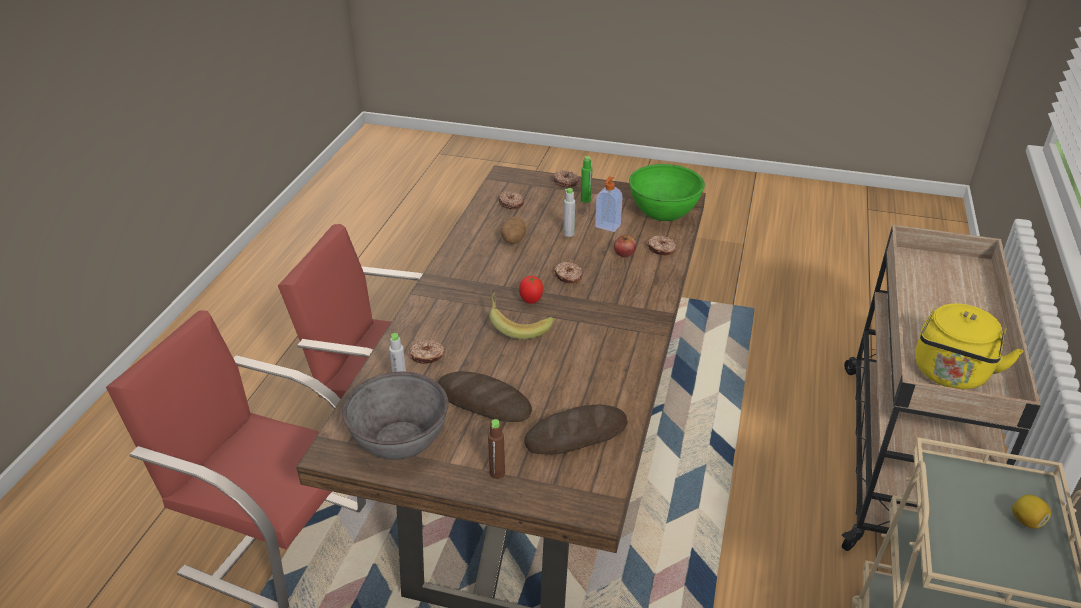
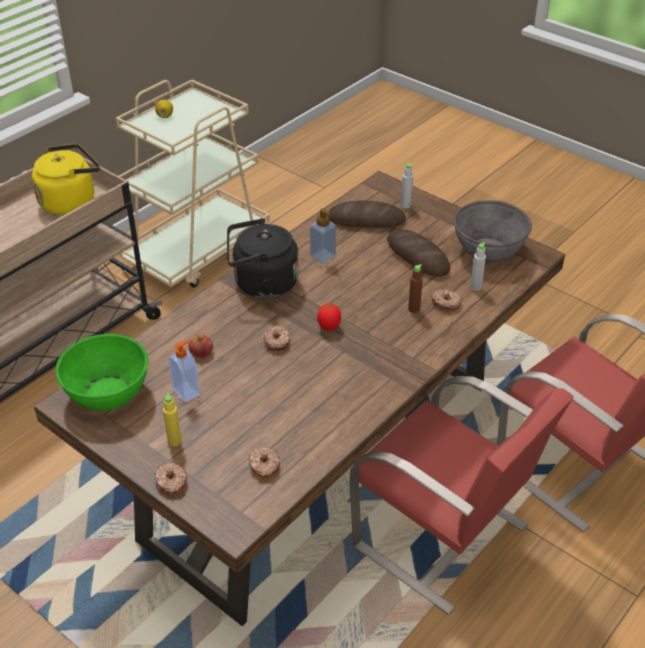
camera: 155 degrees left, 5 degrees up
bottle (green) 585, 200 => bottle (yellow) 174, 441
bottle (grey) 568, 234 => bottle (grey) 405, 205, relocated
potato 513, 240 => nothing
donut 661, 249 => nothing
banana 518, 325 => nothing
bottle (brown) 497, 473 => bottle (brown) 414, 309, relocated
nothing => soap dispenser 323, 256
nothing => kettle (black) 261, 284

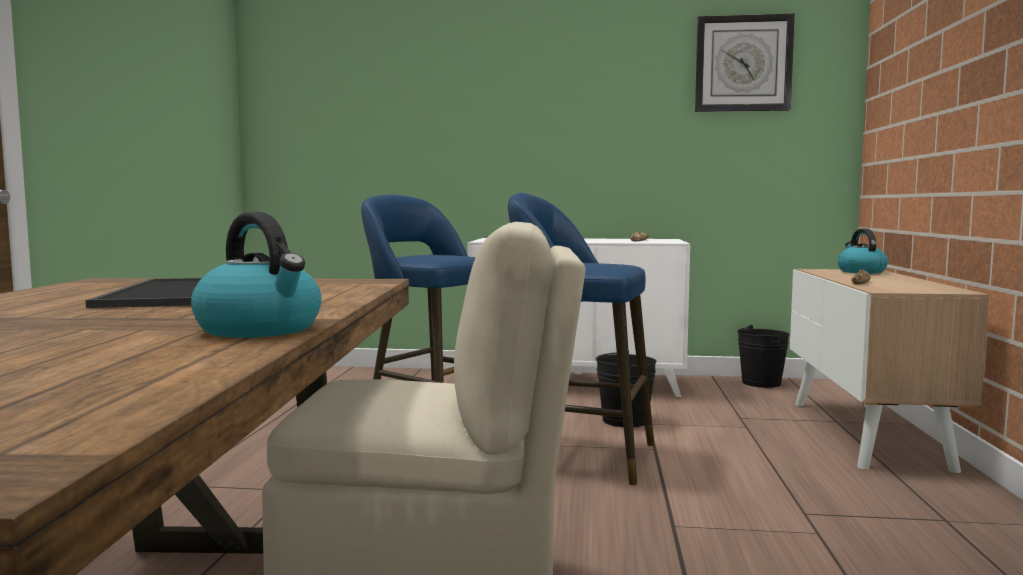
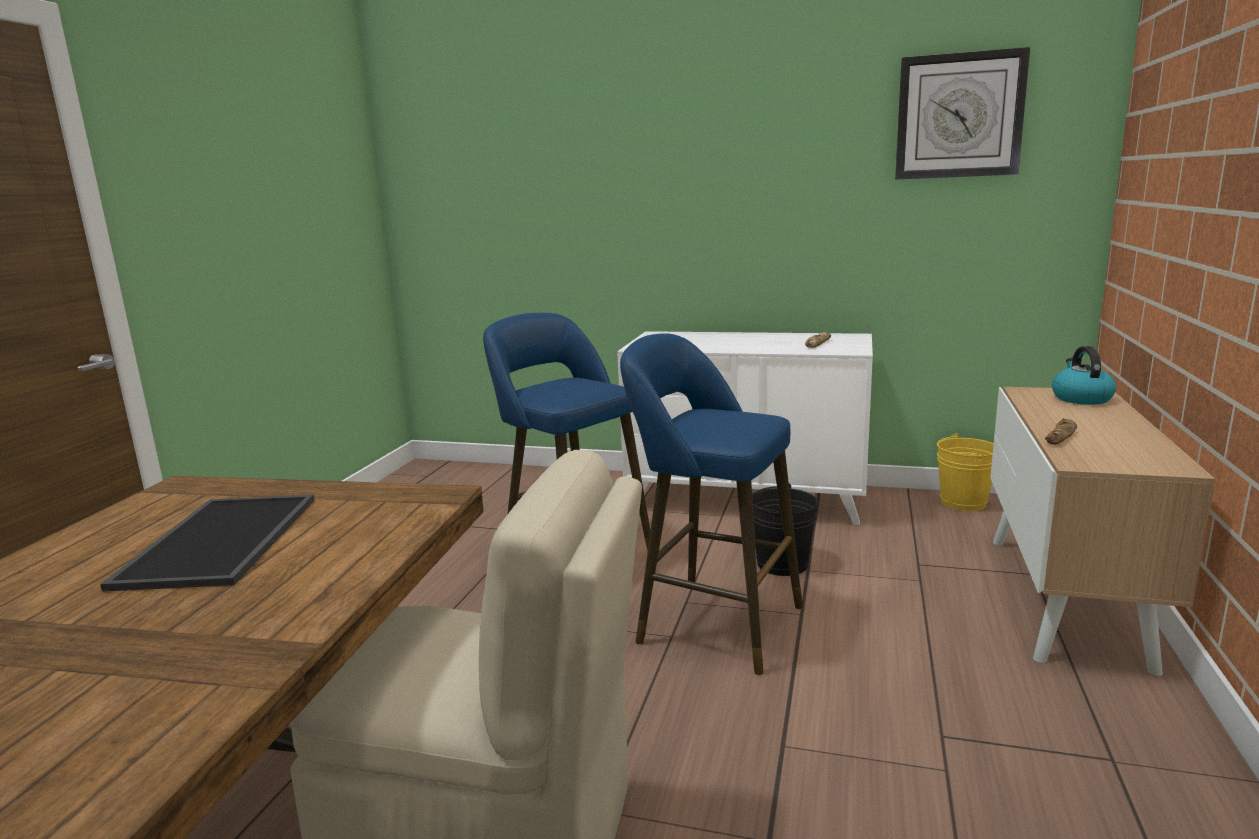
camera: 10 degrees right, 10 degrees up
kettle 261, 329 => nothing
bucket (black) 761, 383 => bucket (yellow) 963, 502

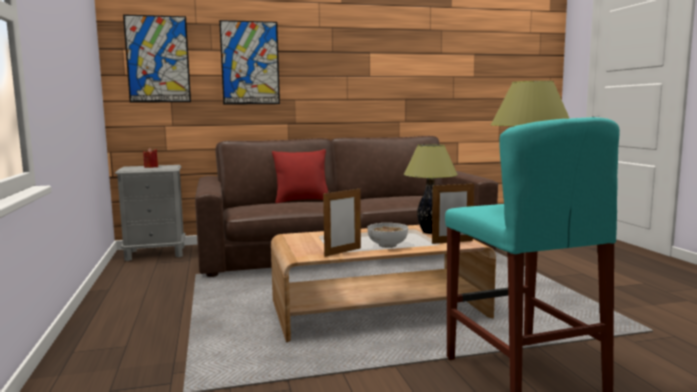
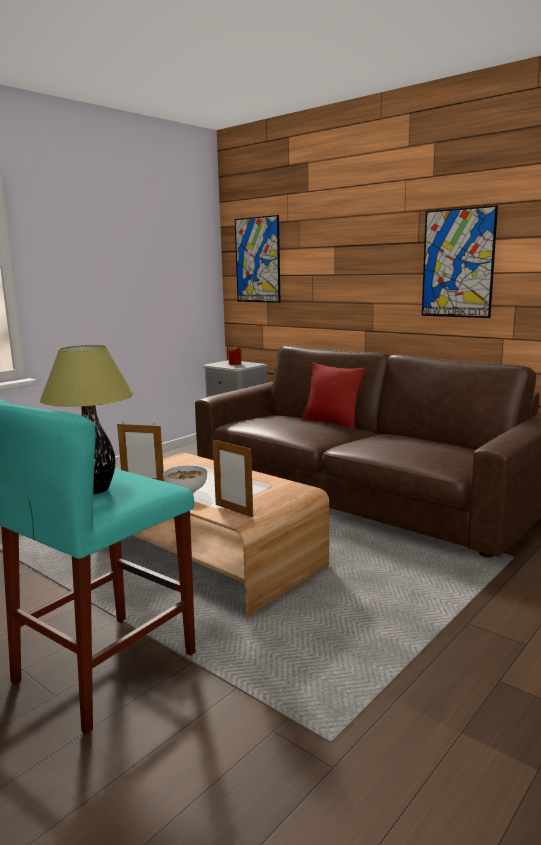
camera: 55 degrees right, 5 degrees up
picture 250, 63 => picture 457, 263, relocated
table lamp 429, 232 => nothing

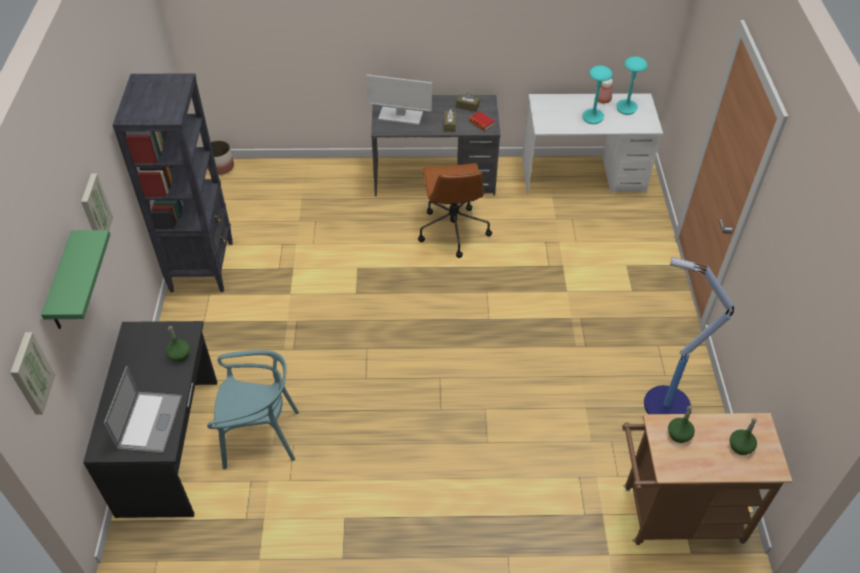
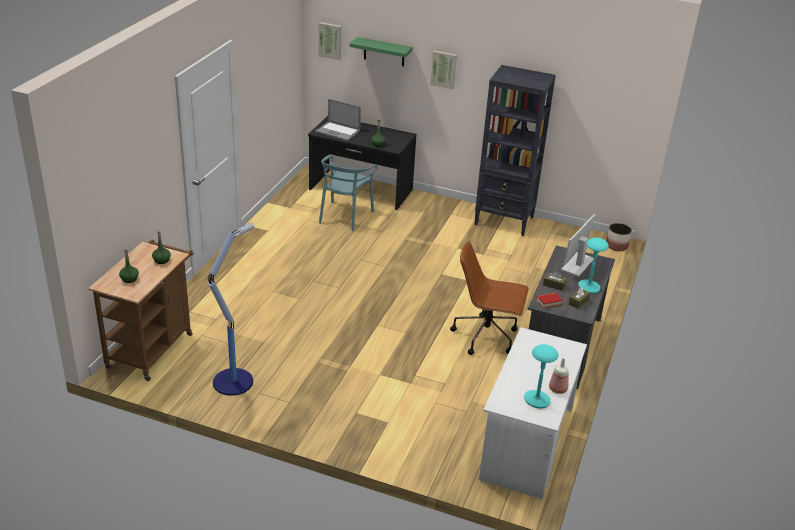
camera: 110 degrees right, 15 degrees down
table lamp (turquoise) 593, 117 => table lamp (turquoise) 588, 287, relocated

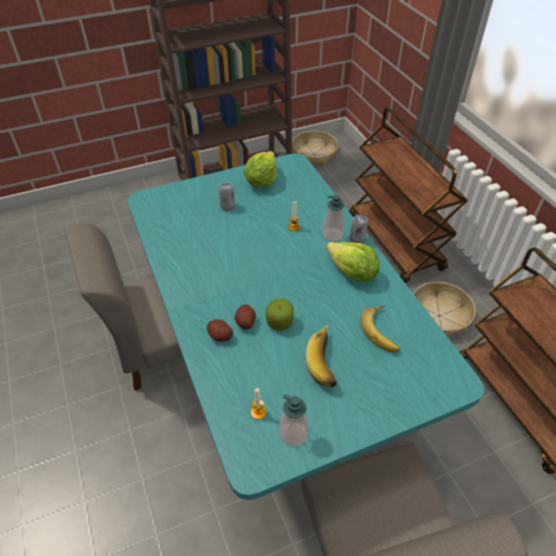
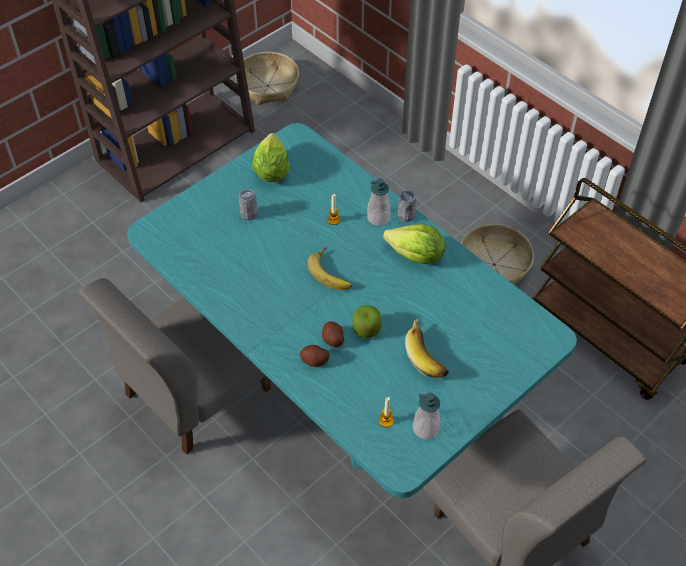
camera: 20 degrees left, 5 degrees up
cart (brown) 395, 242 => nothing
banana 383, 331 => banana 332, 272, relocated

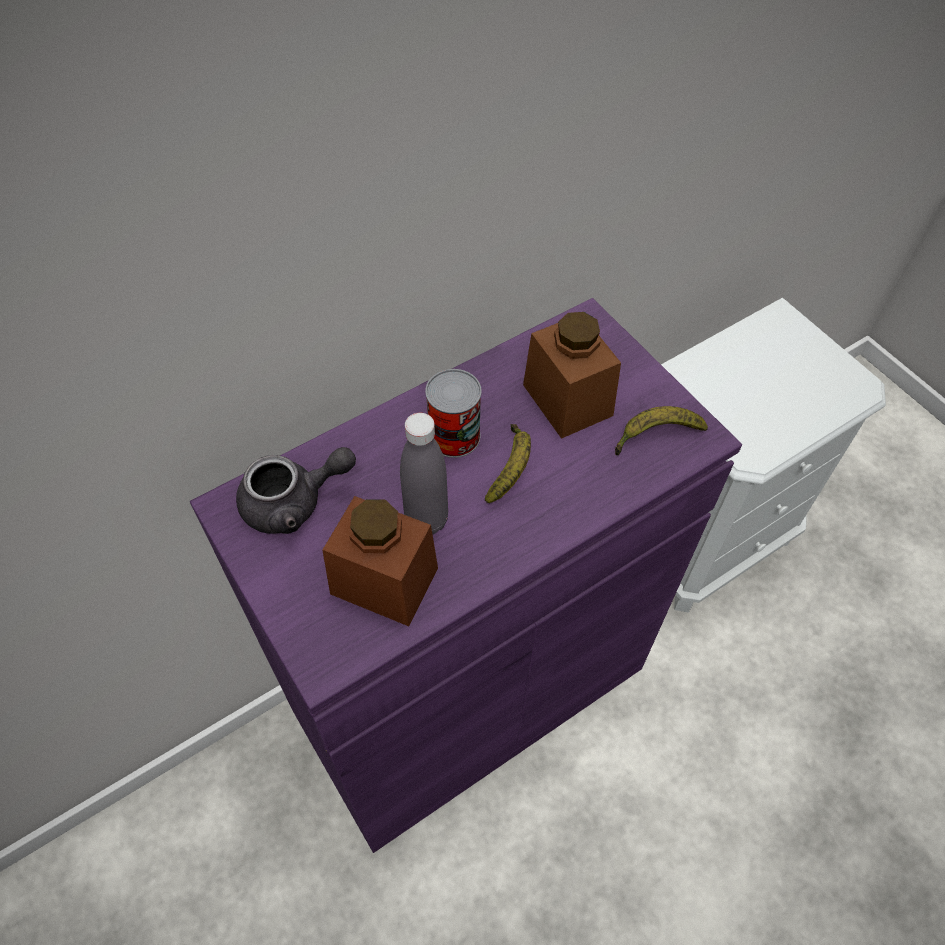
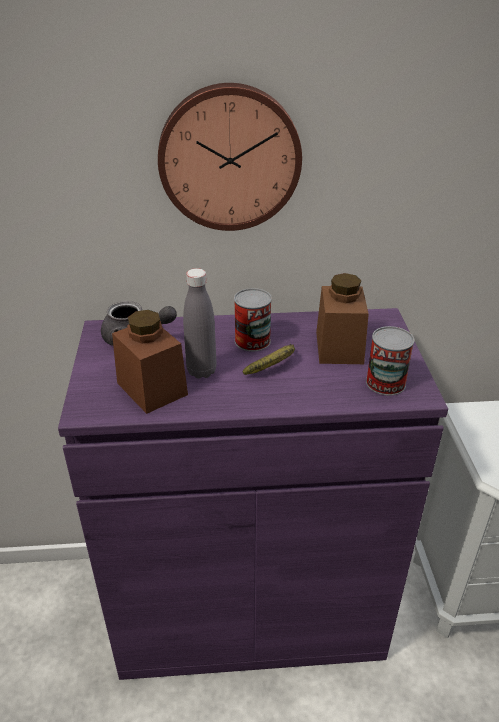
camera: 30 degrees right, 20 degrees down
banana 655, 436 => can 385, 383
nothing => wall clock 229, 157

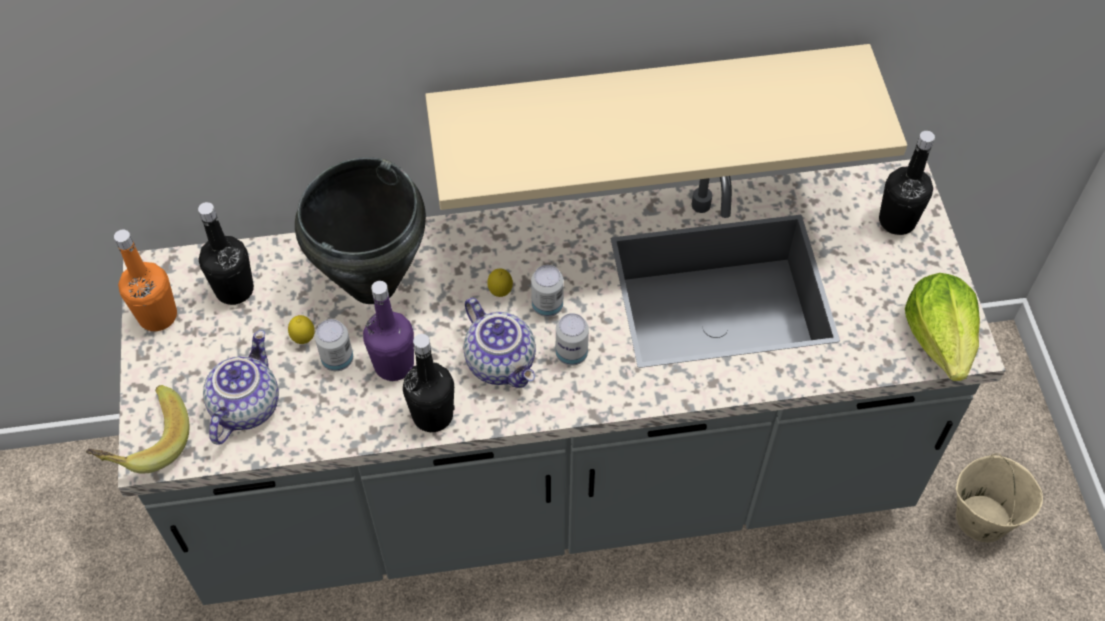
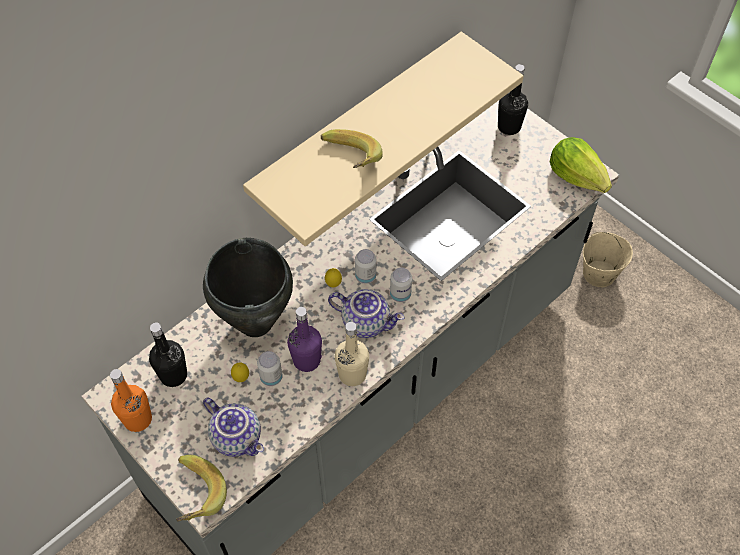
camera: 35 degrees left, 0 degrees up
teapot 245, 405 => teapot 238, 437, 150 degrees clockwise
bottle (black) 432, 415 => bottle (beige) 352, 374
nothing => banana 349, 162

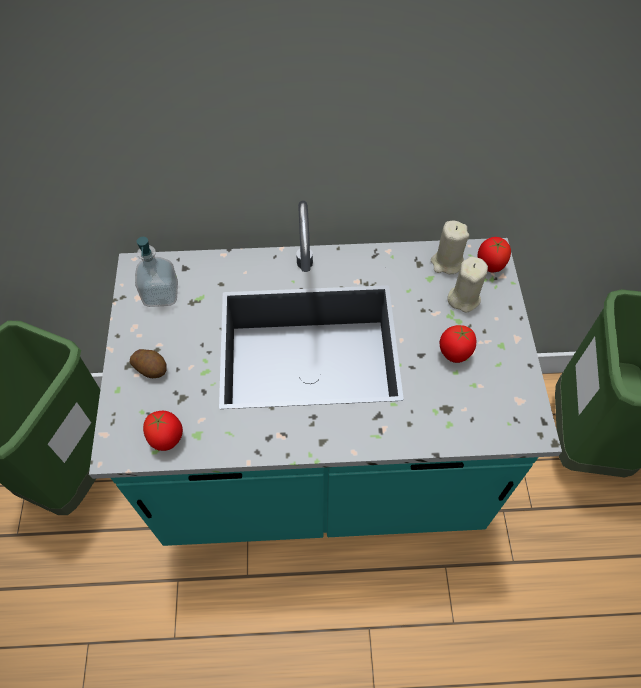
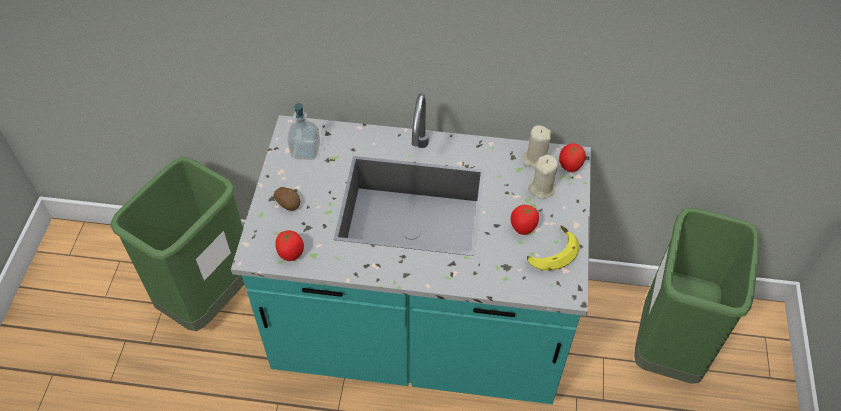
camera: 10 degrees right, 5 degrees down
nothing => banana 550, 252

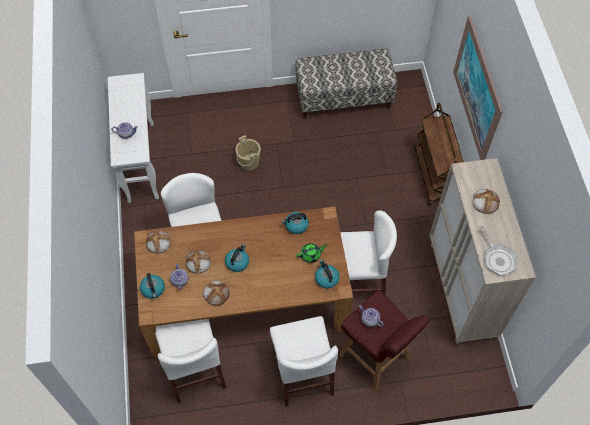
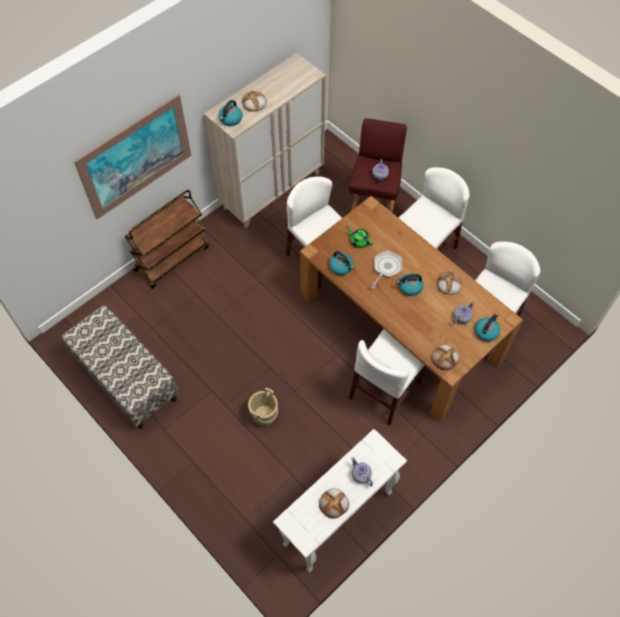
camera: 125 degrees left, 0 degrees up
frying pan 498, 259 => frying pan 386, 268, relocated
bread 198, 263 => bread 334, 503, relocated
kettle 326, 278 => kettle 230, 119, relocated

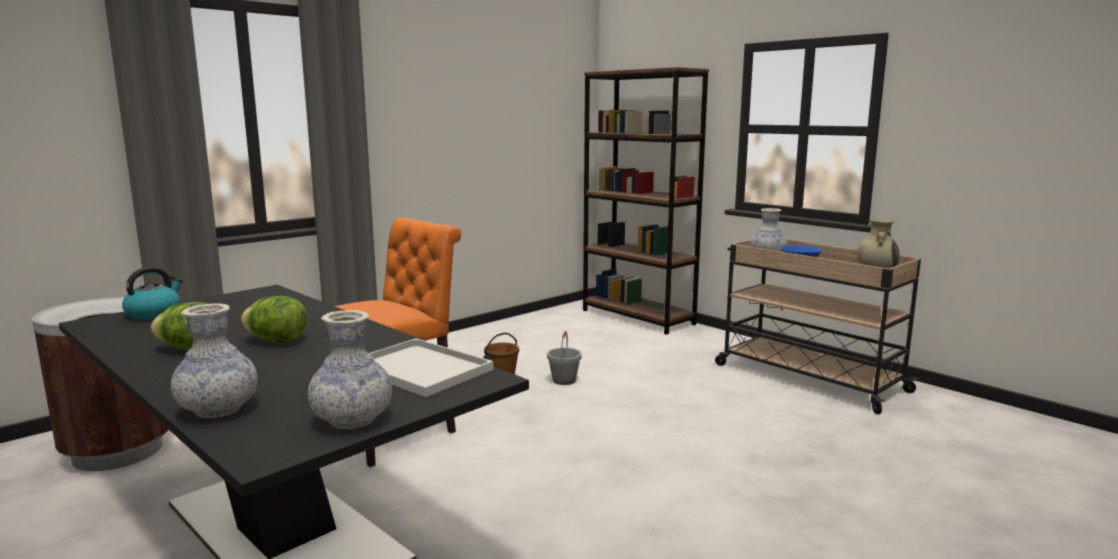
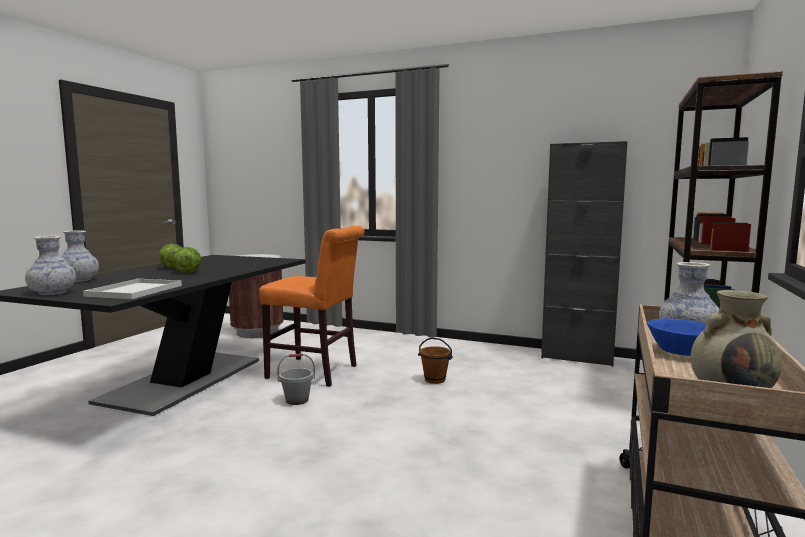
camera: 65 degrees right, 5 degrees down
kettle 154, 314 => nothing
bucket (grey) 564, 380 => bucket (grey) 297, 400, relocated
nothing => cabinet (black) 577, 357

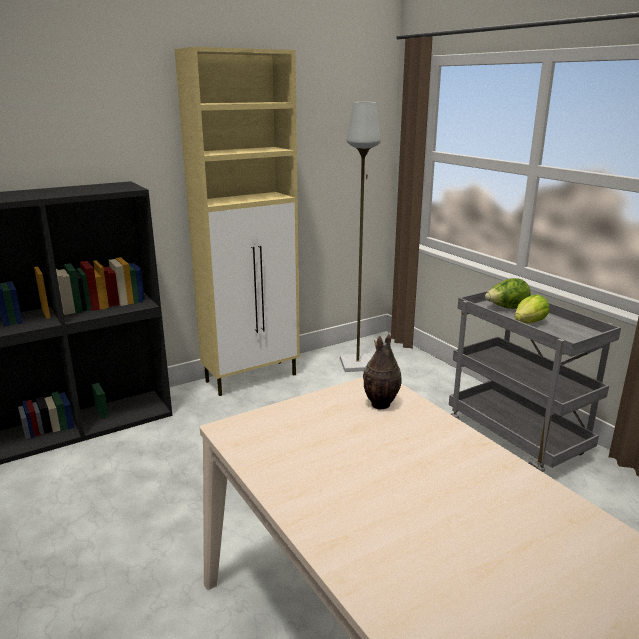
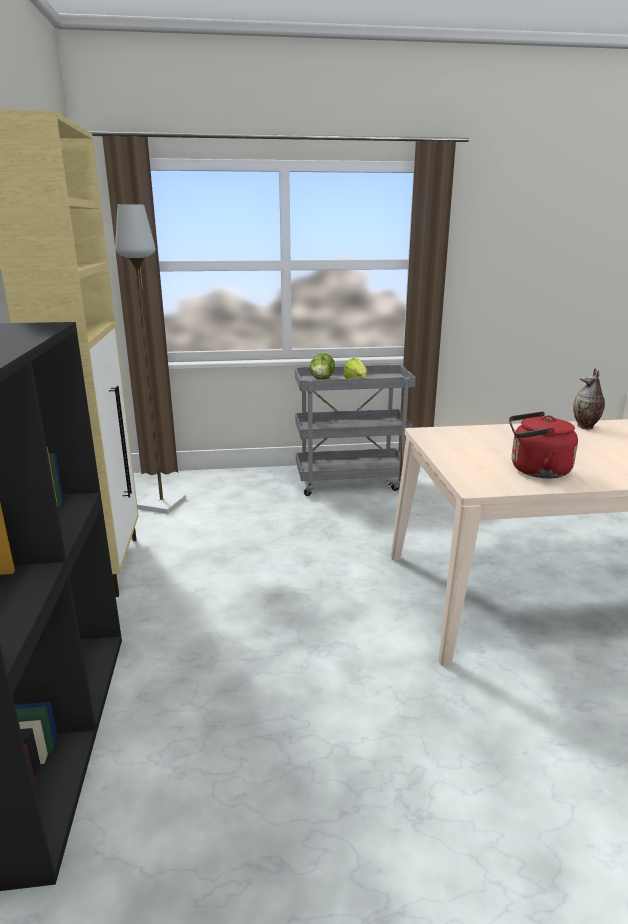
camera: 65 degrees left, 0 degrees up
vase 380, 405 => vase 585, 427, relocated
nothing => kettle (red) 535, 471

